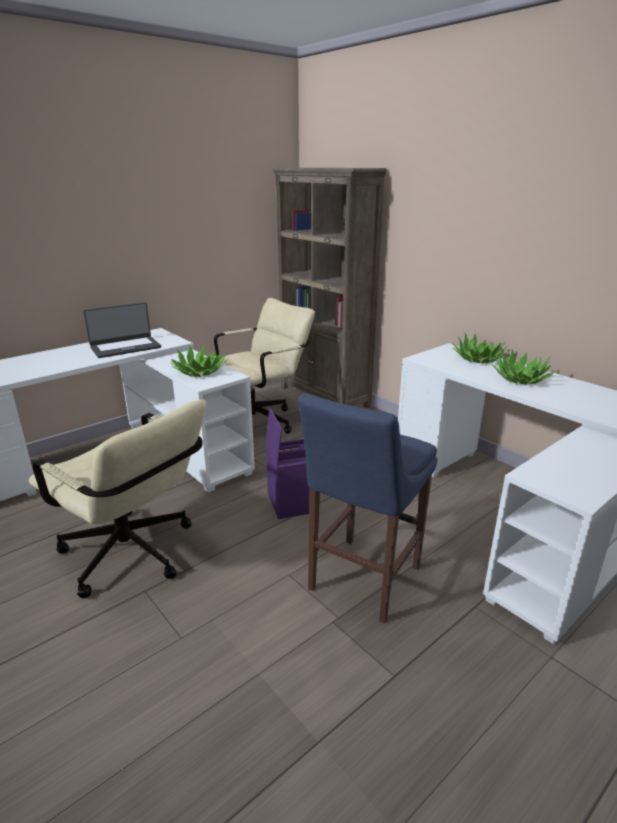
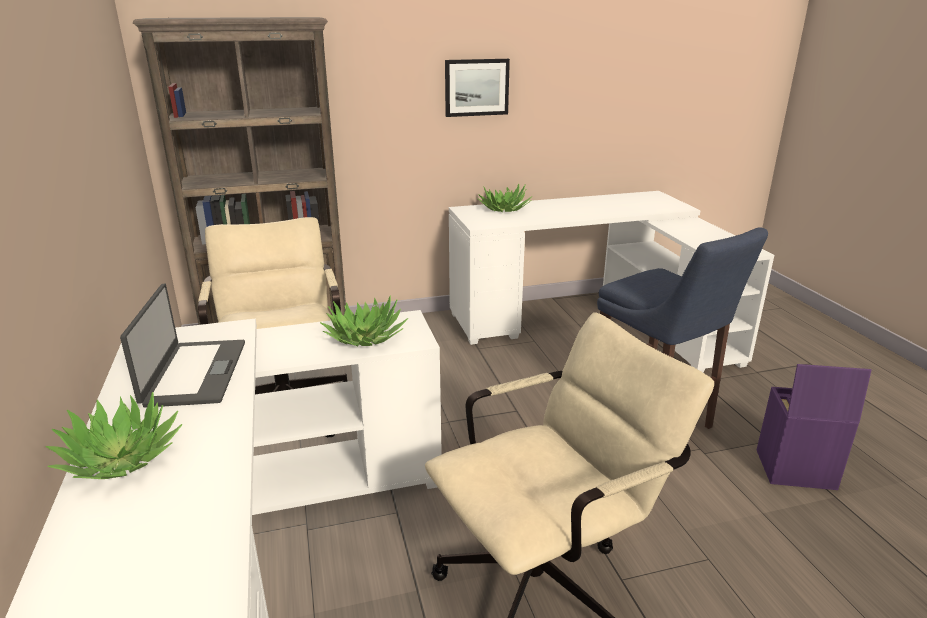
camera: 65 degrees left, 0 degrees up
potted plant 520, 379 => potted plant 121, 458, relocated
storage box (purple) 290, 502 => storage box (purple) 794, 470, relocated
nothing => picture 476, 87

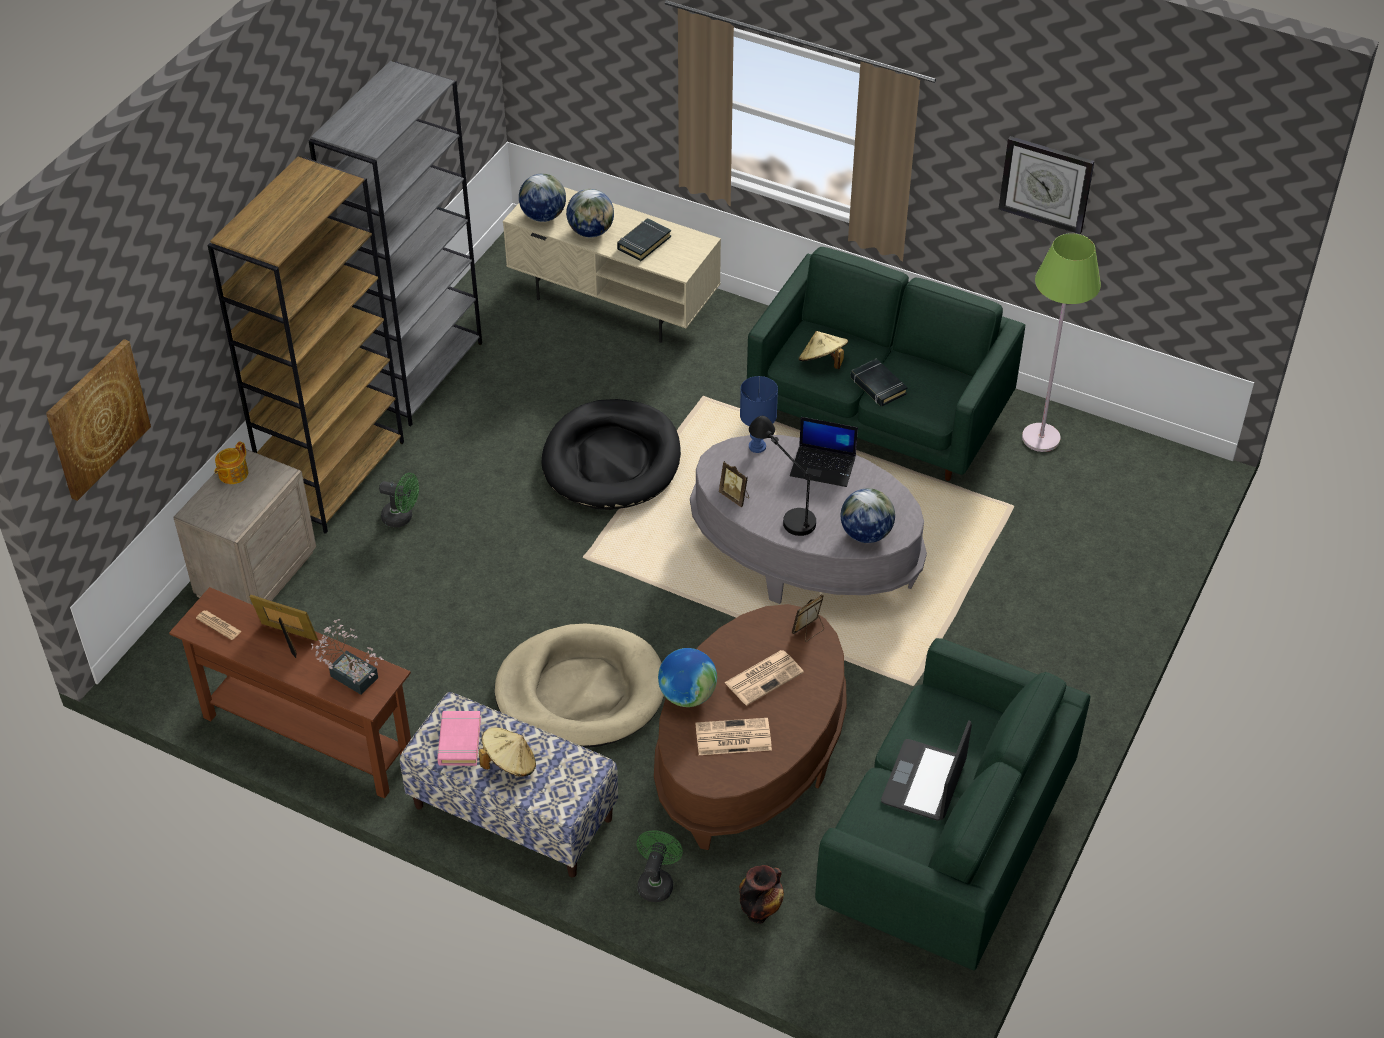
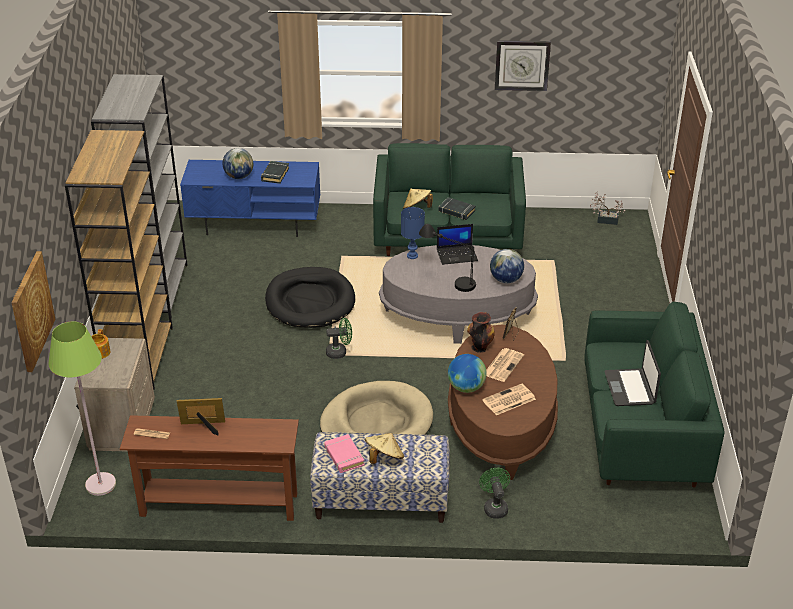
camera: 25 degrees left, 10 degrees down
globe 543, 216 => nothing
tv stand (beige) 615, 301 => tv stand (blue) 255, 224
floor lamp (green) 1041, 438 => floor lamp (green) 101, 484, relocated
picture frame 735, 497 => nothing
fan (green) 402, 518 => fan (green) 340, 352, relocated
potted plant 350, 674 => potted plant 604, 220, relocated
vase 760, 910 => vase 480, 347, relocated

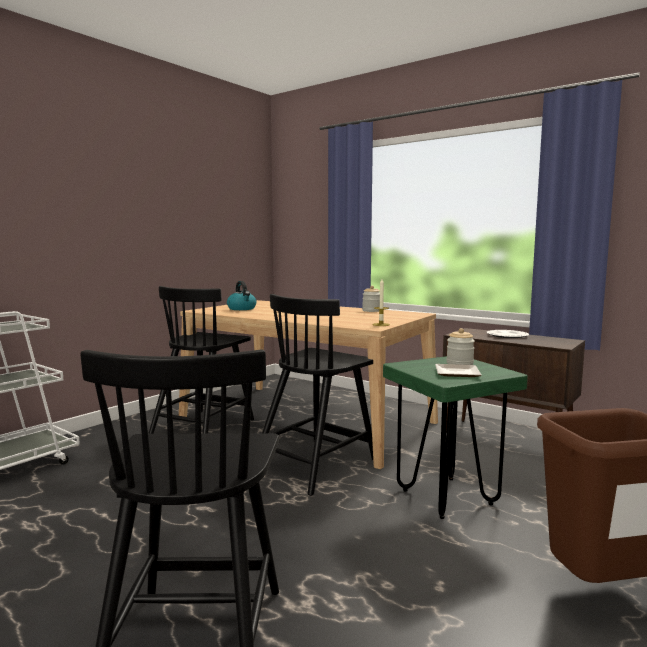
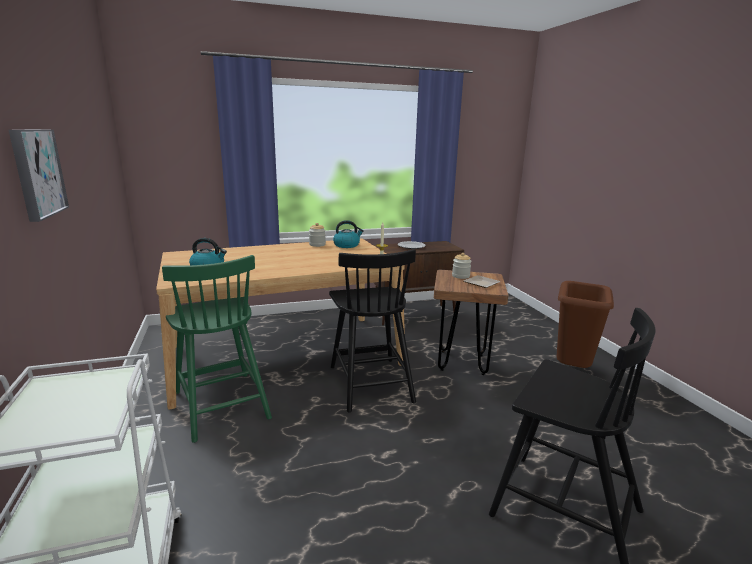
camera: 55 degrees left, 10 degrees up
chair (black) 204, 427 => chair (green) 221, 403
stool (green) 447, 497 => stool (brown) 462, 362
nothing => picture 37, 173
nothing => kettle 347, 245

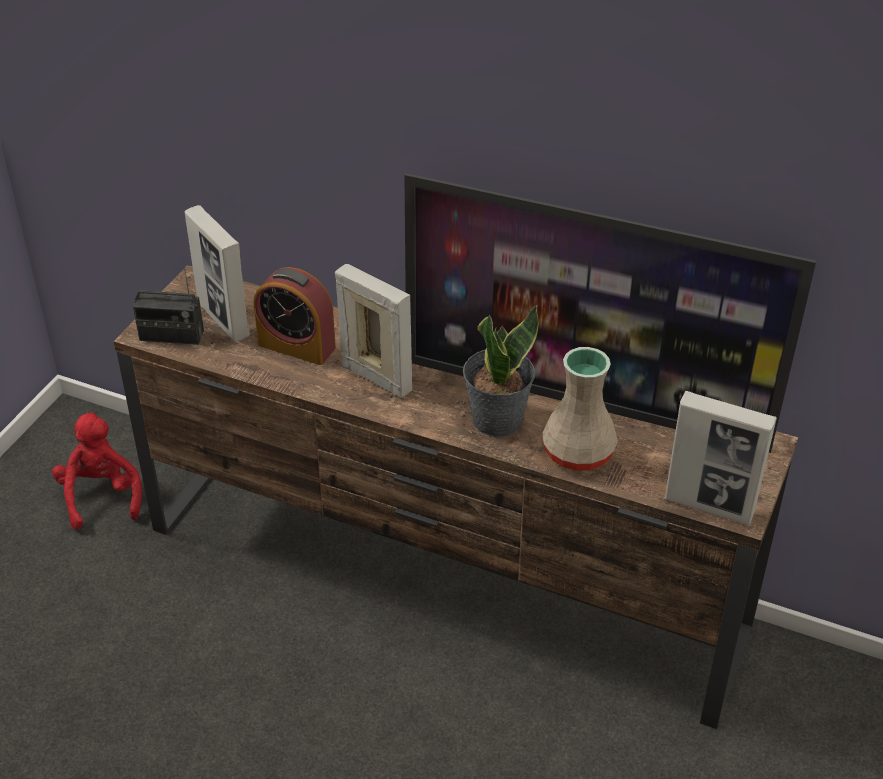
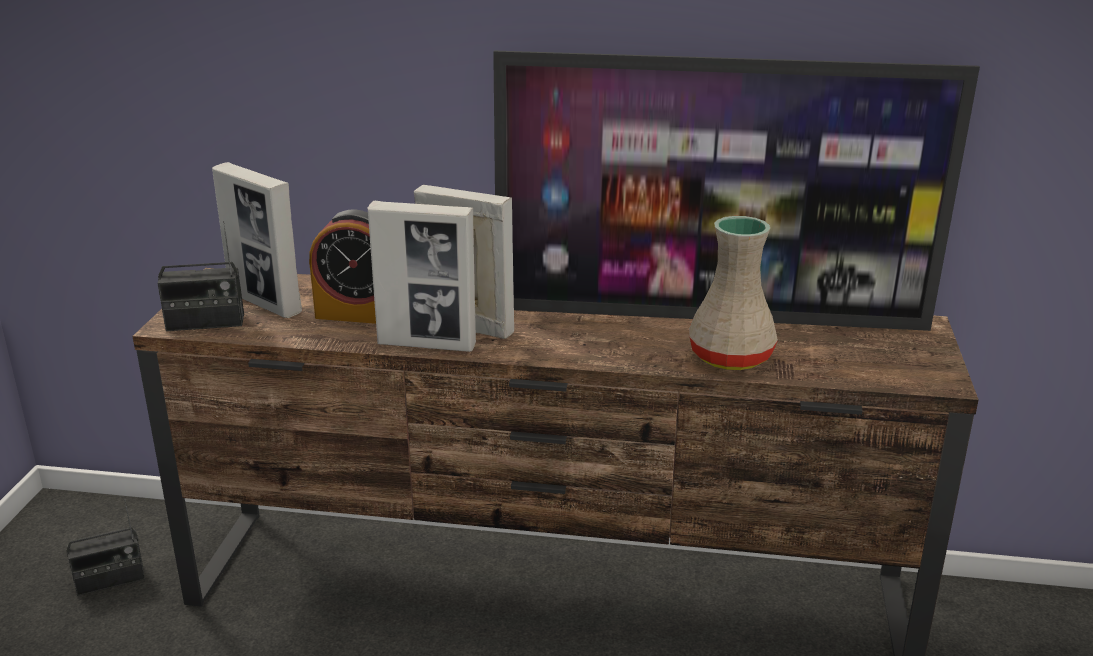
camera: 15 degrees left, 15 degrees down
potted plant 496, 419 => nothing
picture frame 709, 507 => picture frame 427, 344, relocated
plush toy (red) 101, 496 => radio 110, 580

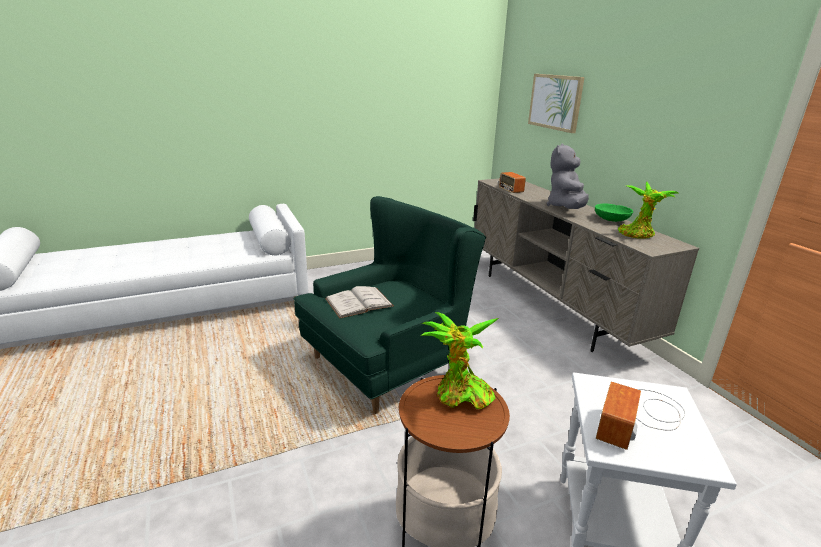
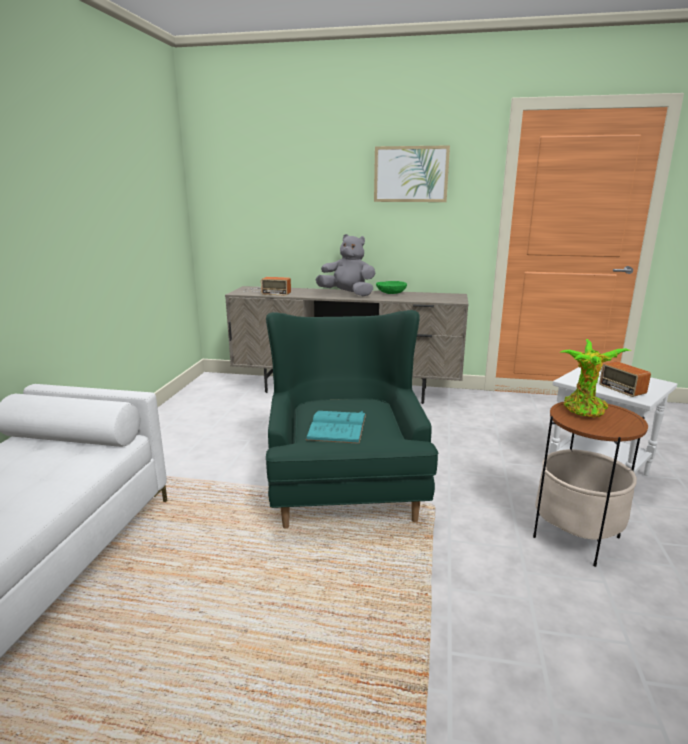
camera: 55 degrees left, 5 degrees down
picture 555, 102 => picture 411, 174, relocated
plush toy (grey) 566, 207 => plush toy (grey) 348, 294, 150 degrees clockwise
potted plant 638, 235 => nothing
book (white) 359, 302 => book (turquoise) 337, 426

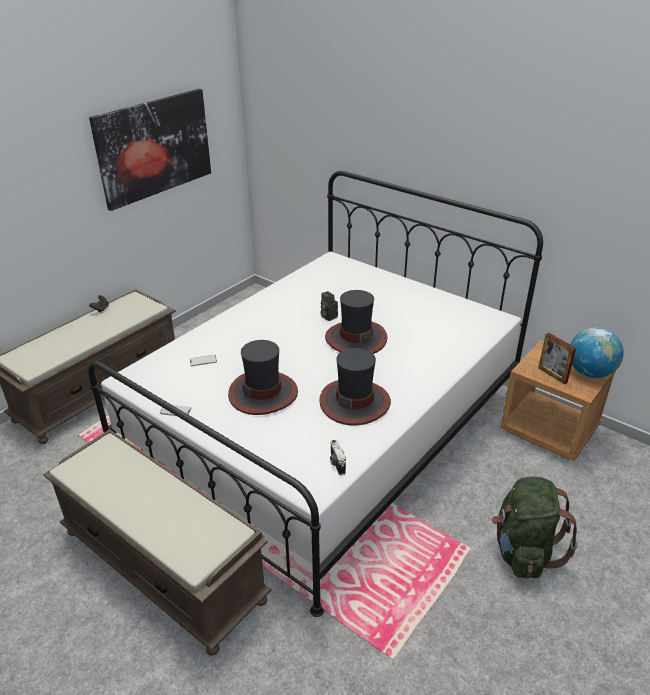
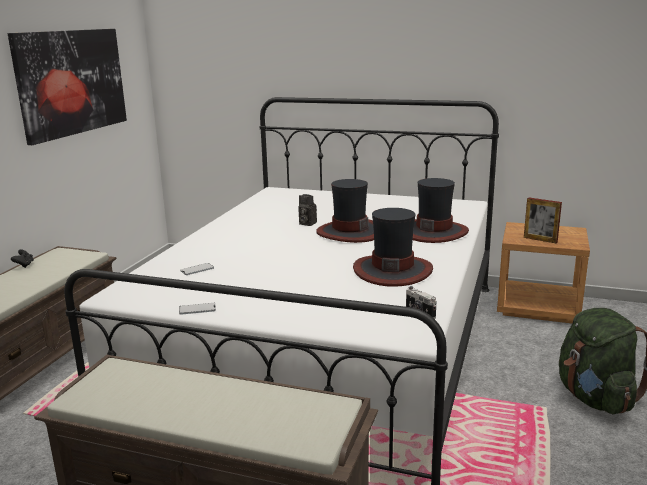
camera: 20 degrees left, 15 degrees down
globe 590, 372 => nothing
hat 263, 393 => hat 434, 232, relocated

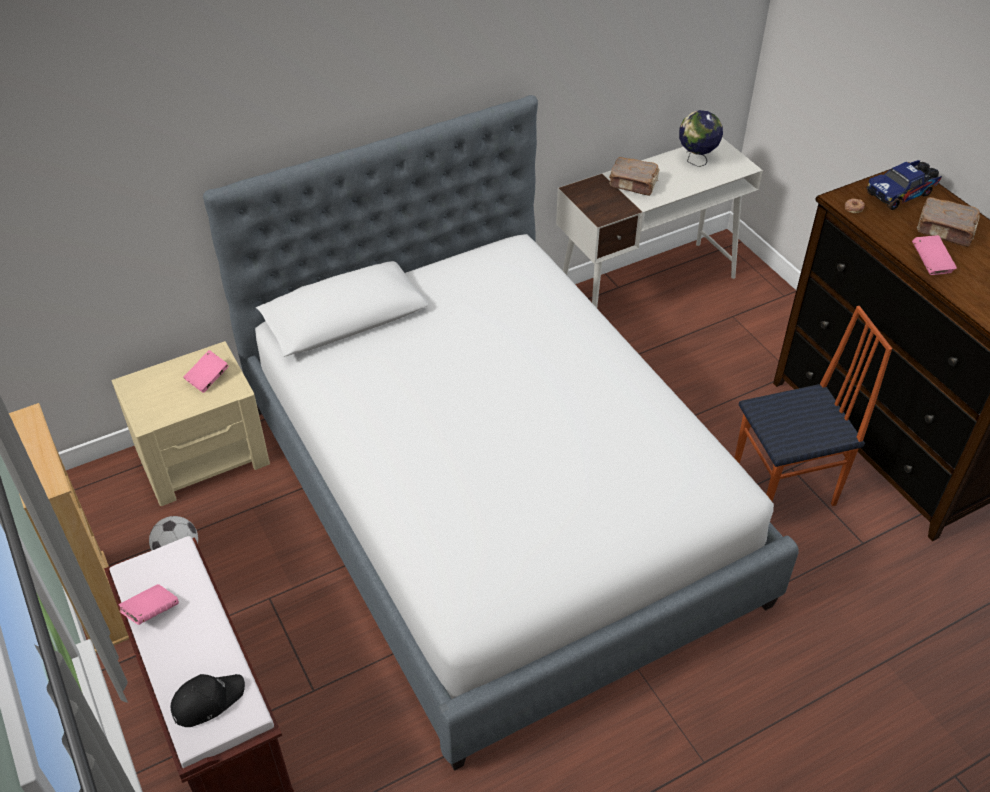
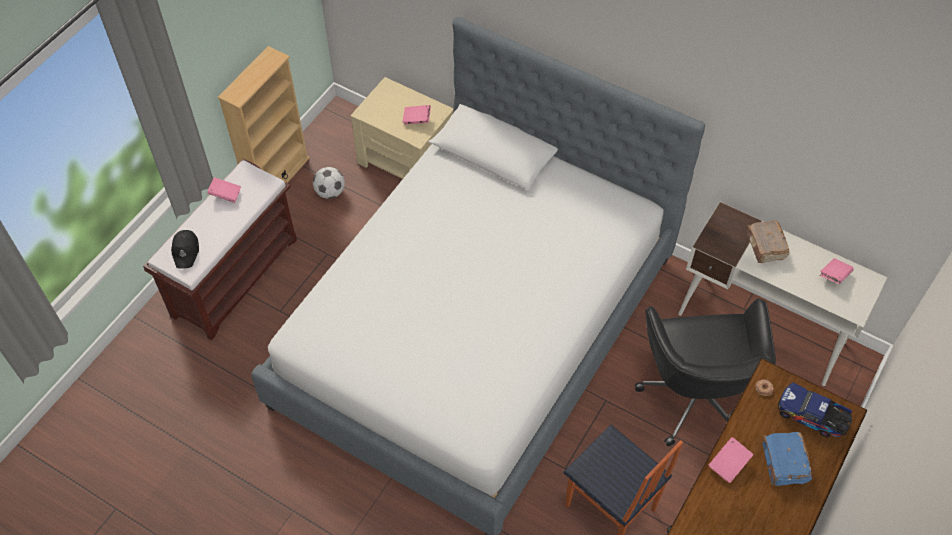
camera: 60 degrees right, 10 degrees up
globe 696, 161 => book (pink) 834, 276
book (brown) 945, 231 => book (blue) 784, 463
cap (black) 207, 700 => cap (black) 186, 251, 60 degrees clockwise
nothing => office chair (black) 694, 396

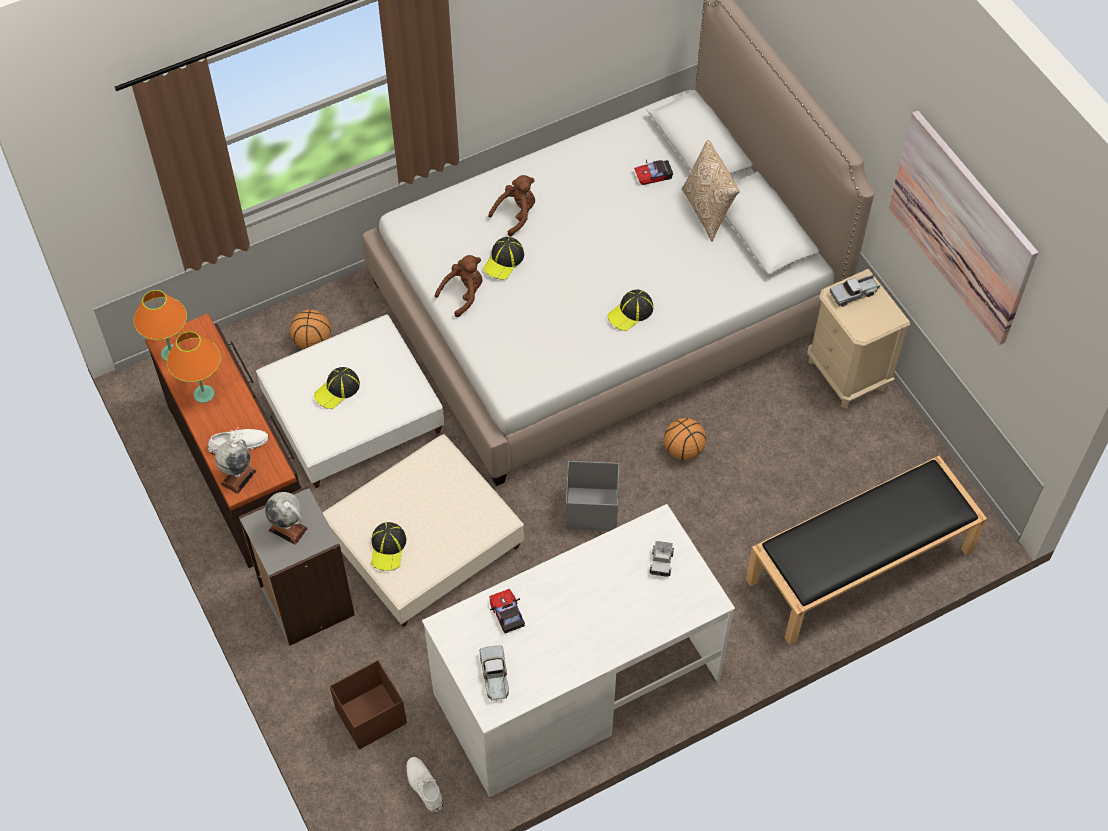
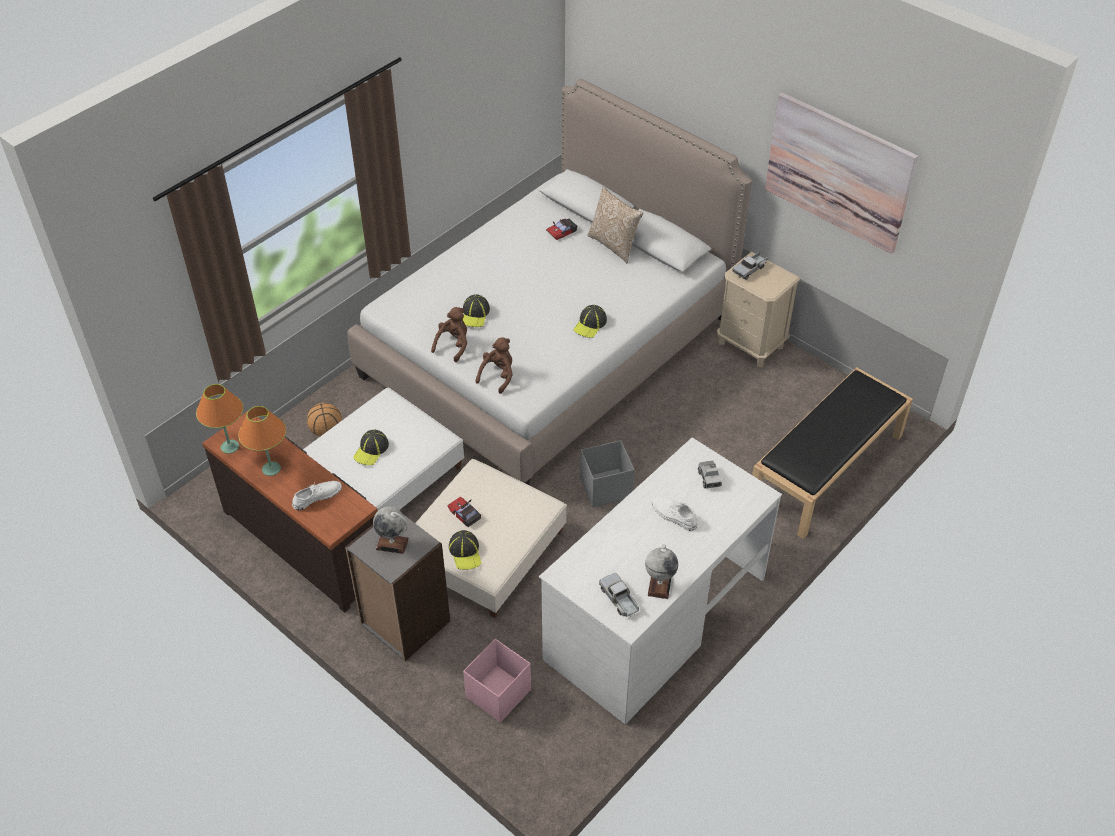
camera: 20 degrees left, 10 degrees down
plush toy (brown) 516, 214 => plush toy (brown) 498, 376, relocated
basketball 683, 450 => nothing
globe 238, 477 => globe 659, 585, relocated
toy car 507, 613 => toy car 464, 514, relocated
storage box (brown) 370, 716 => storage box (pink) 497, 694
shoe (white) 423, 785 => shoe (white) 673, 515, relocated

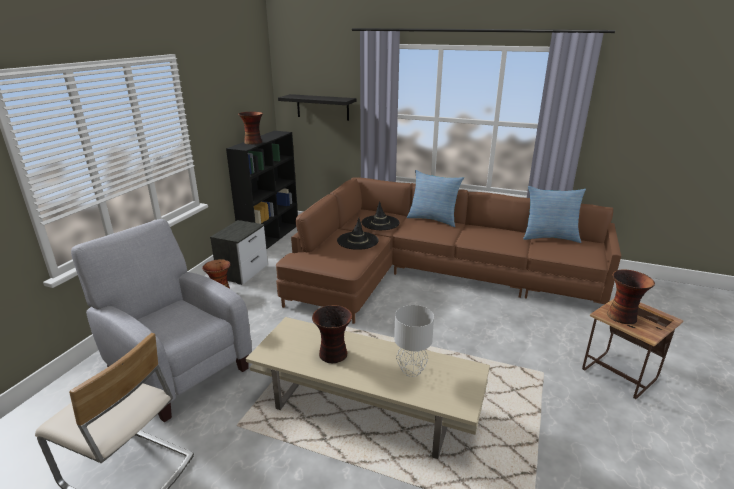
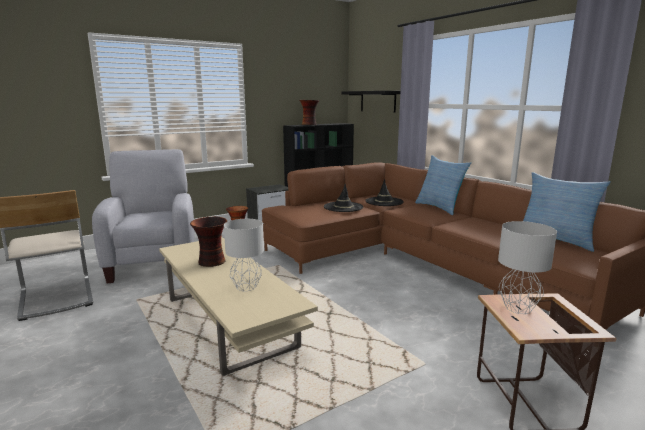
camera: 35 degrees right, 10 degrees down
vase 623, 316 => table lamp (grey) 519, 308

